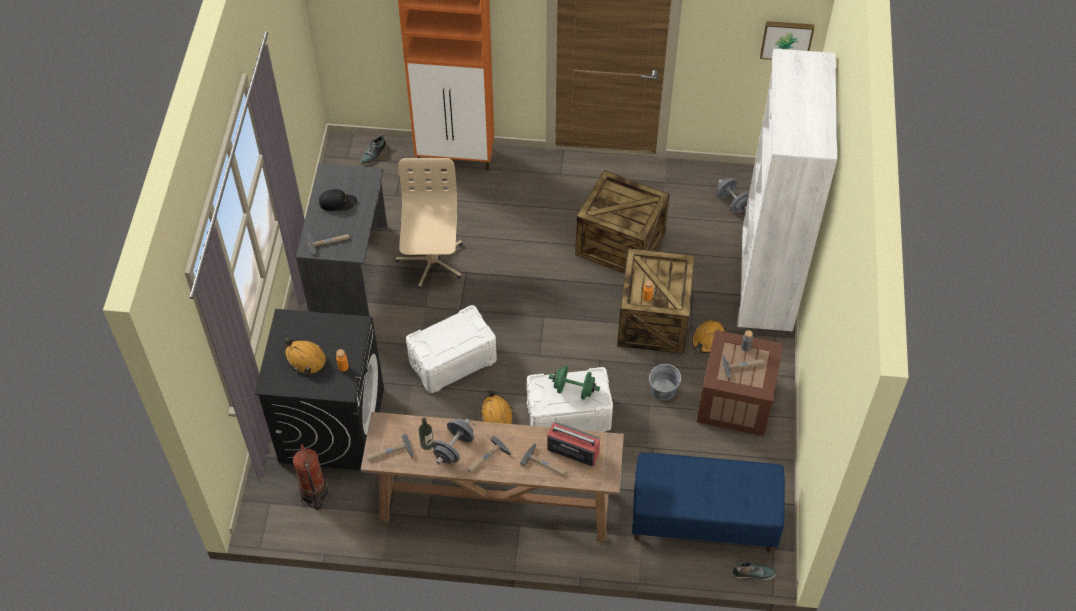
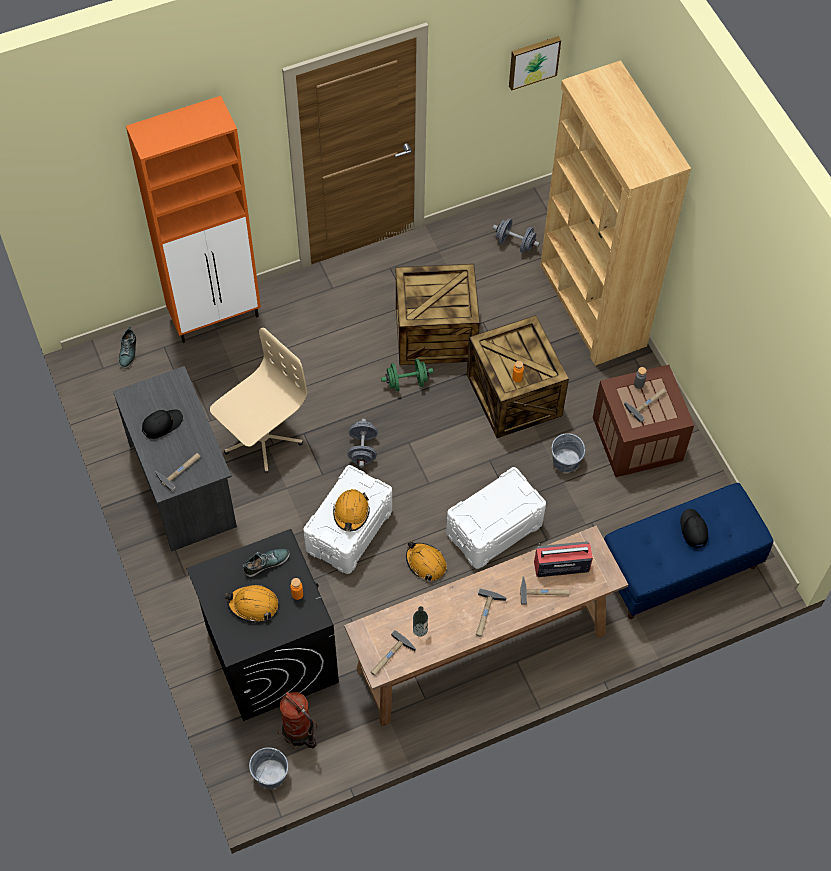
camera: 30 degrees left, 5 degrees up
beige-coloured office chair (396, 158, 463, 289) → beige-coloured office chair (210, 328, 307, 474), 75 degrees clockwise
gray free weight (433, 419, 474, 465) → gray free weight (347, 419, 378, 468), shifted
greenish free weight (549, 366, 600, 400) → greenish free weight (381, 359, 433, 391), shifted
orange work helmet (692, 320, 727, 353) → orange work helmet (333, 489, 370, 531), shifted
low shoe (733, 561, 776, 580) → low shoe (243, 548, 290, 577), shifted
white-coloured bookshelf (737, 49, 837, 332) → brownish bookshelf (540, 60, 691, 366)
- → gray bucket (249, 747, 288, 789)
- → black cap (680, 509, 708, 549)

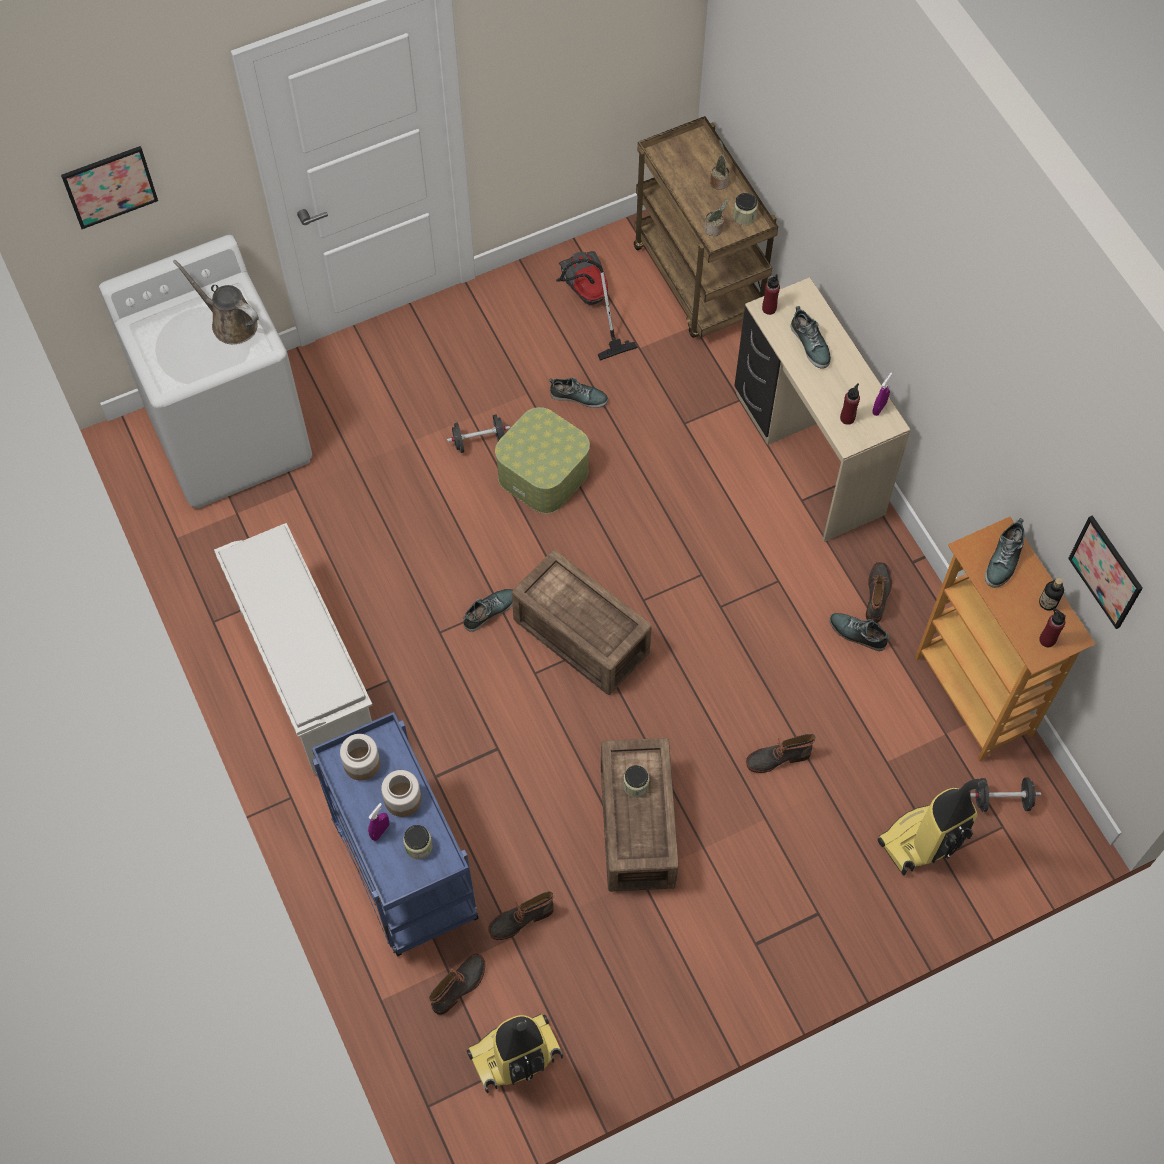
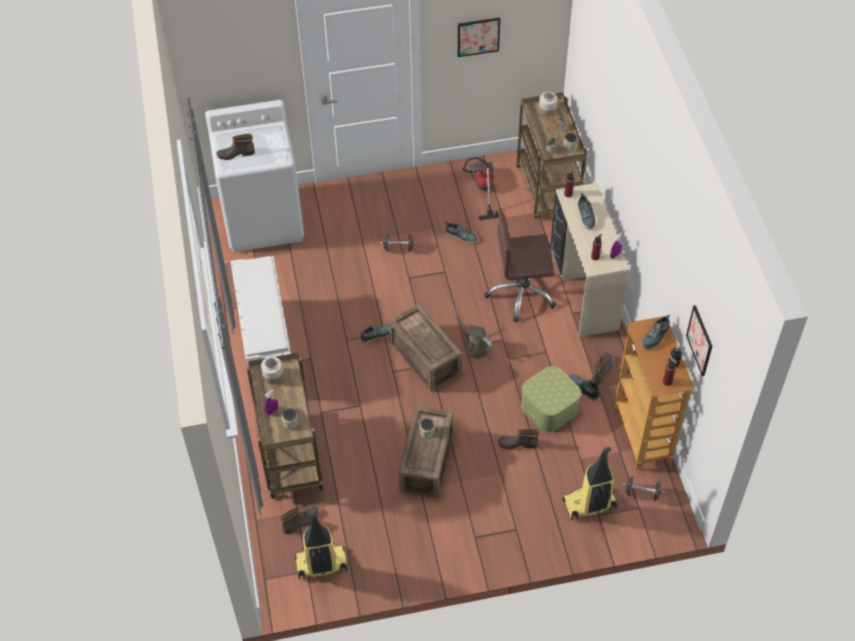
camera: 15 degrees right, 10 degrees down
wall picture (61, 146, 158, 229) → wall picture (458, 17, 500, 57), shifted
brownish watering pot (173, 259, 259, 344) → brownish watering pot (453, 308, 492, 359), shifted
blue cart (312, 712, 479, 957) → brownish cart (247, 353, 323, 499)
jar (381, 770, 422, 817) → jar (539, 92, 558, 116), shifted
tall boot (488, 891, 554, 940) → tall boot (217, 134, 255, 160), shifted
storage box (495, 407, 590, 514) → storage box (521, 366, 581, 432), shifted
- → brownish office chair (484, 210, 556, 322)

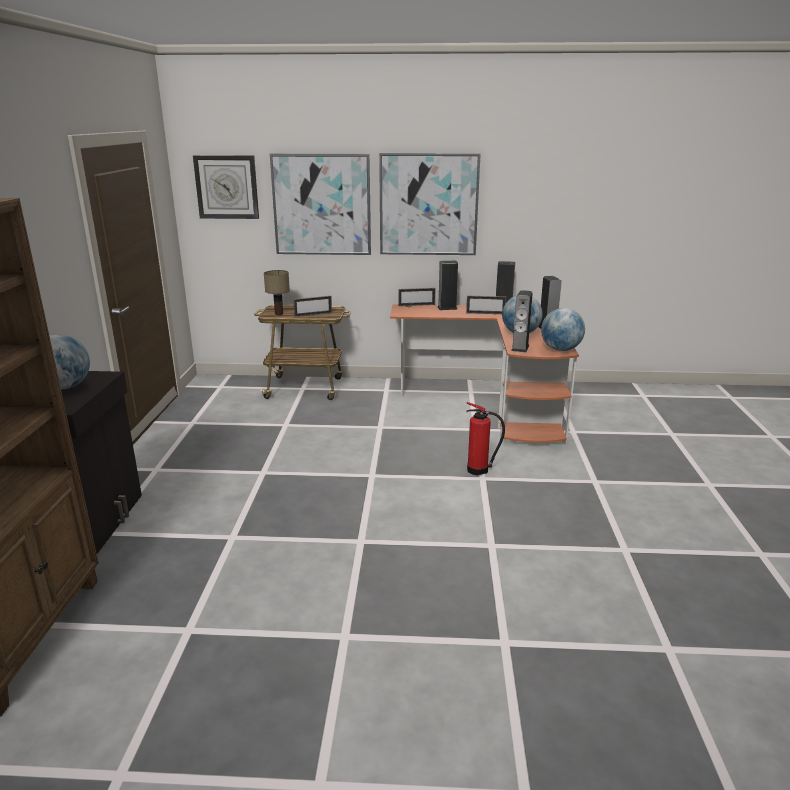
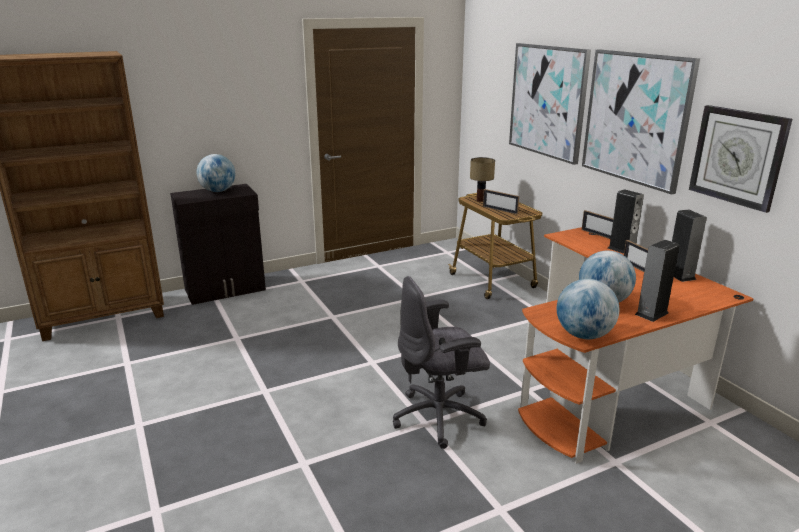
camera: 60 degrees right, 0 degrees up
hanging clock (193, 155, 259, 219) → hanging clock (689, 105, 792, 213), shifted
fire extinguisher (466, 402, 505, 475) → gray office chair (393, 276, 490, 449)
loudspeaker (511, 290, 533, 352) → -

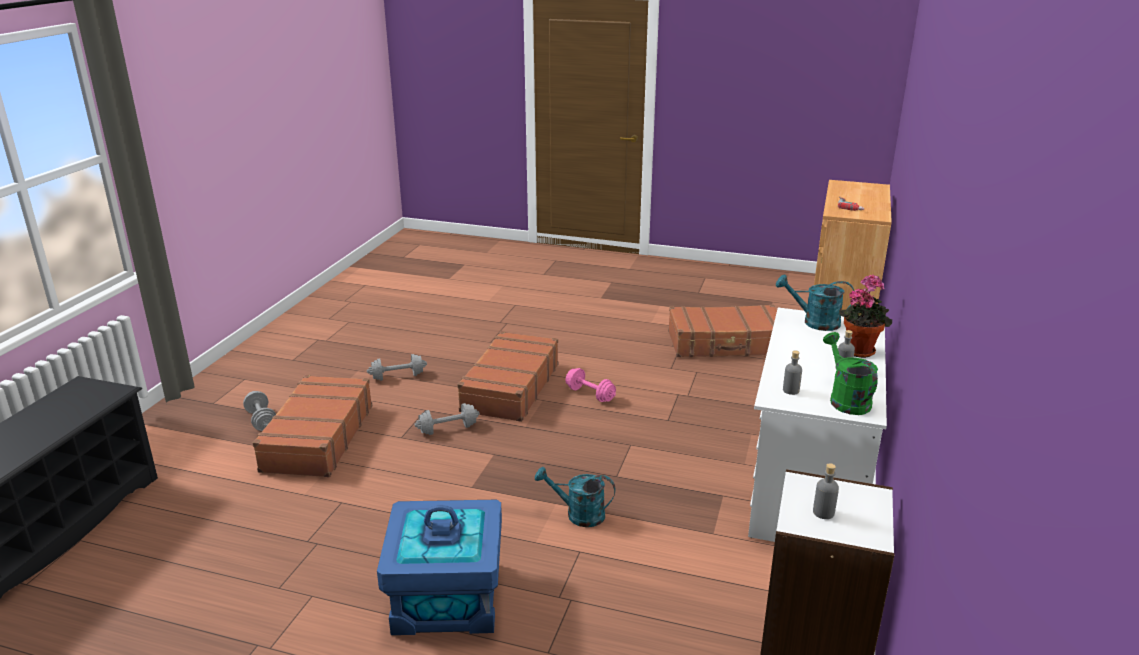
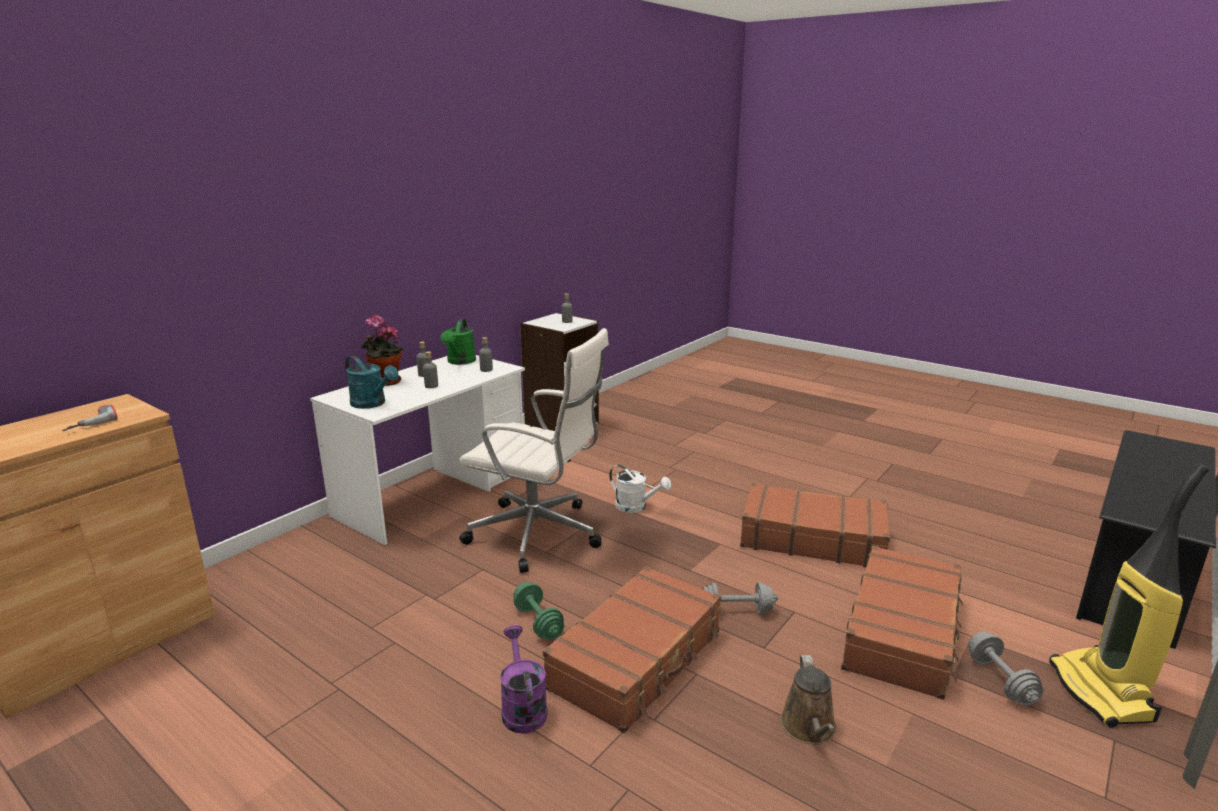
camera: 160 degrees left, 5 degrees down
gray free weight (367, 354, 427, 381) → brownish watering pot (780, 655, 836, 745)
blue storage box (377, 500, 502, 635) → -
blue-green watering pot (535, 467, 615, 527) → white-coloured watering pot (609, 464, 671, 513)
pink-coloured free weight (565, 368, 616, 402) → greenish free weight (514, 582, 564, 640)
brownish travel case (668, 305, 777, 357) → brownish travel case (740, 483, 890, 567), shifted
- → gray bottle (423, 351, 438, 388)
- → white-coloured office chair (459, 328, 609, 573)
- → purple watering pot (500, 625, 548, 734)
- → vacuum cleaner (1049, 463, 1210, 728)

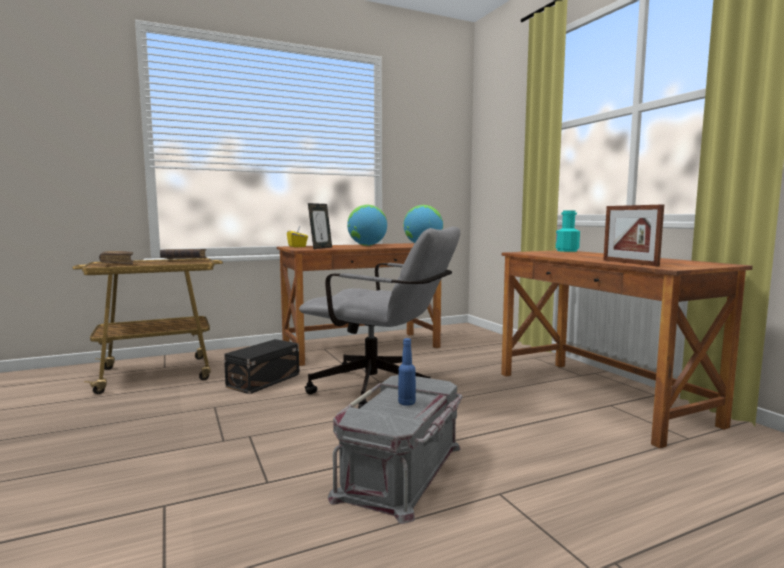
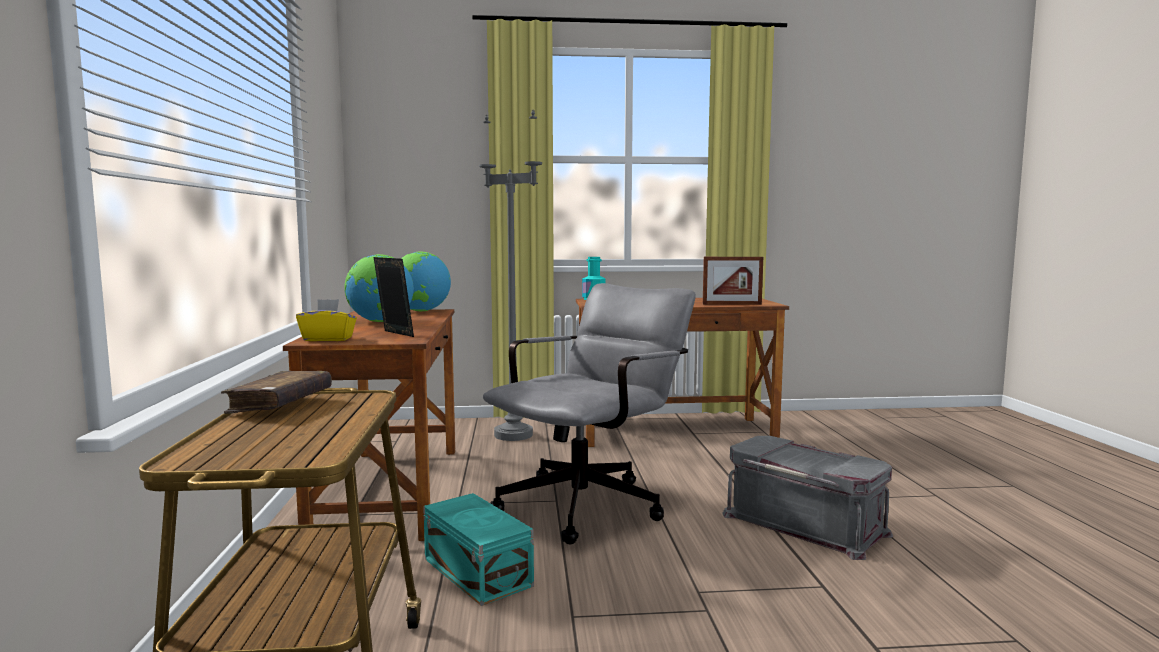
camera: 70 degrees left, 0 degrees up
brownish book (99, 251, 133, 265) → -
black storage box (224, 339, 299, 394) → blue-green storage box (423, 493, 534, 606)
blue bottle (398, 338, 416, 406) → -
- → gray floor lamp (479, 110, 542, 441)

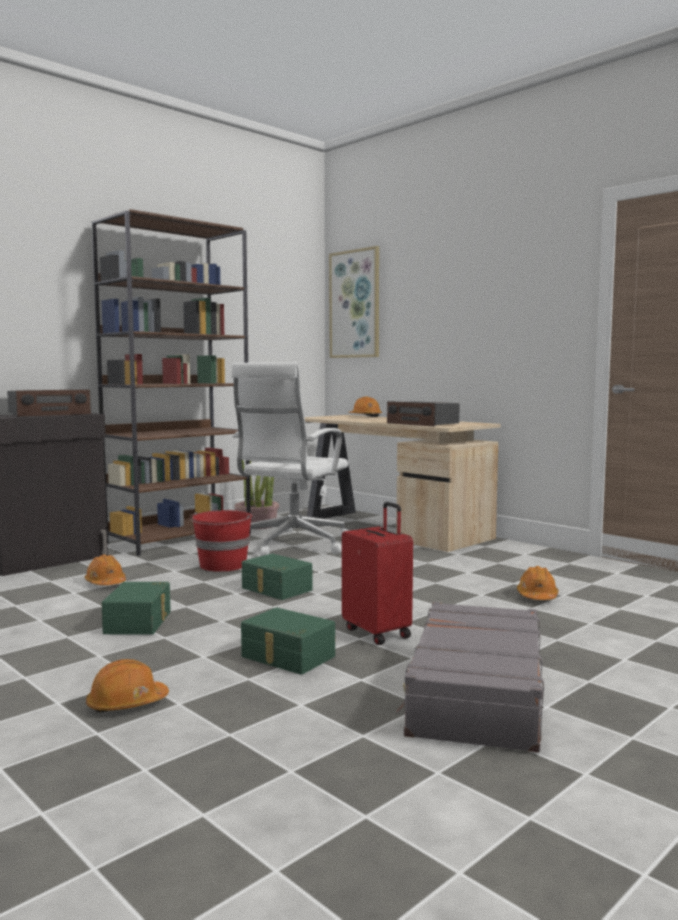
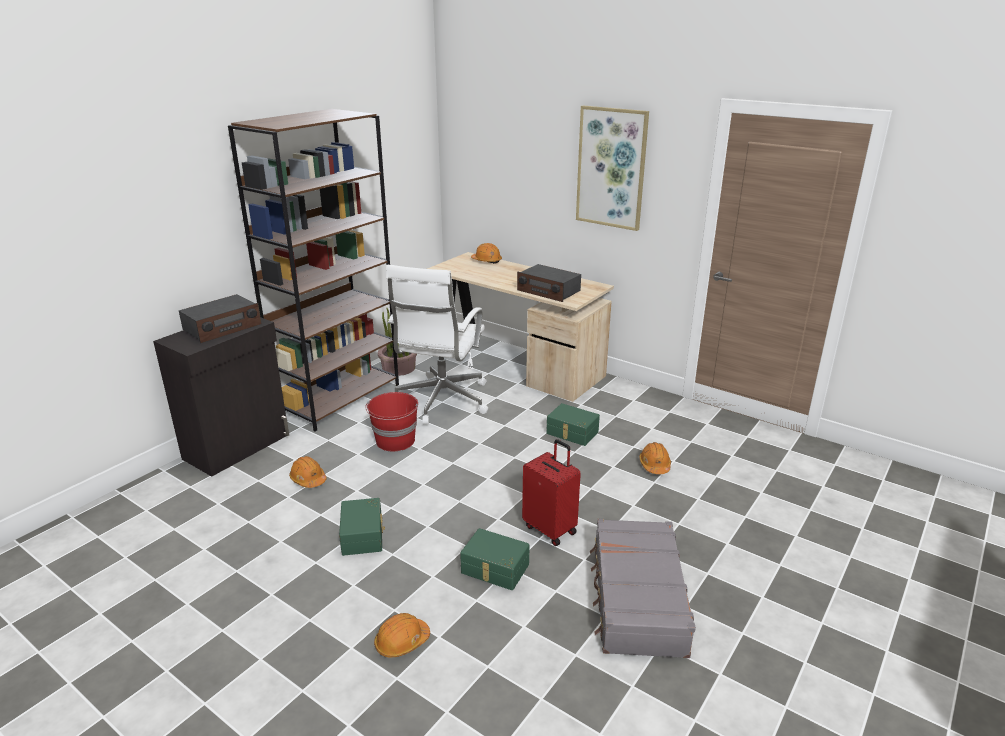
camera: 10 degrees left, 20 degrees up
greenish storage box (242, 554, 312, 600) → greenish storage box (546, 403, 600, 446), shifted
wall picture (329, 246, 379, 358) → wall picture (576, 106, 649, 231), shifted

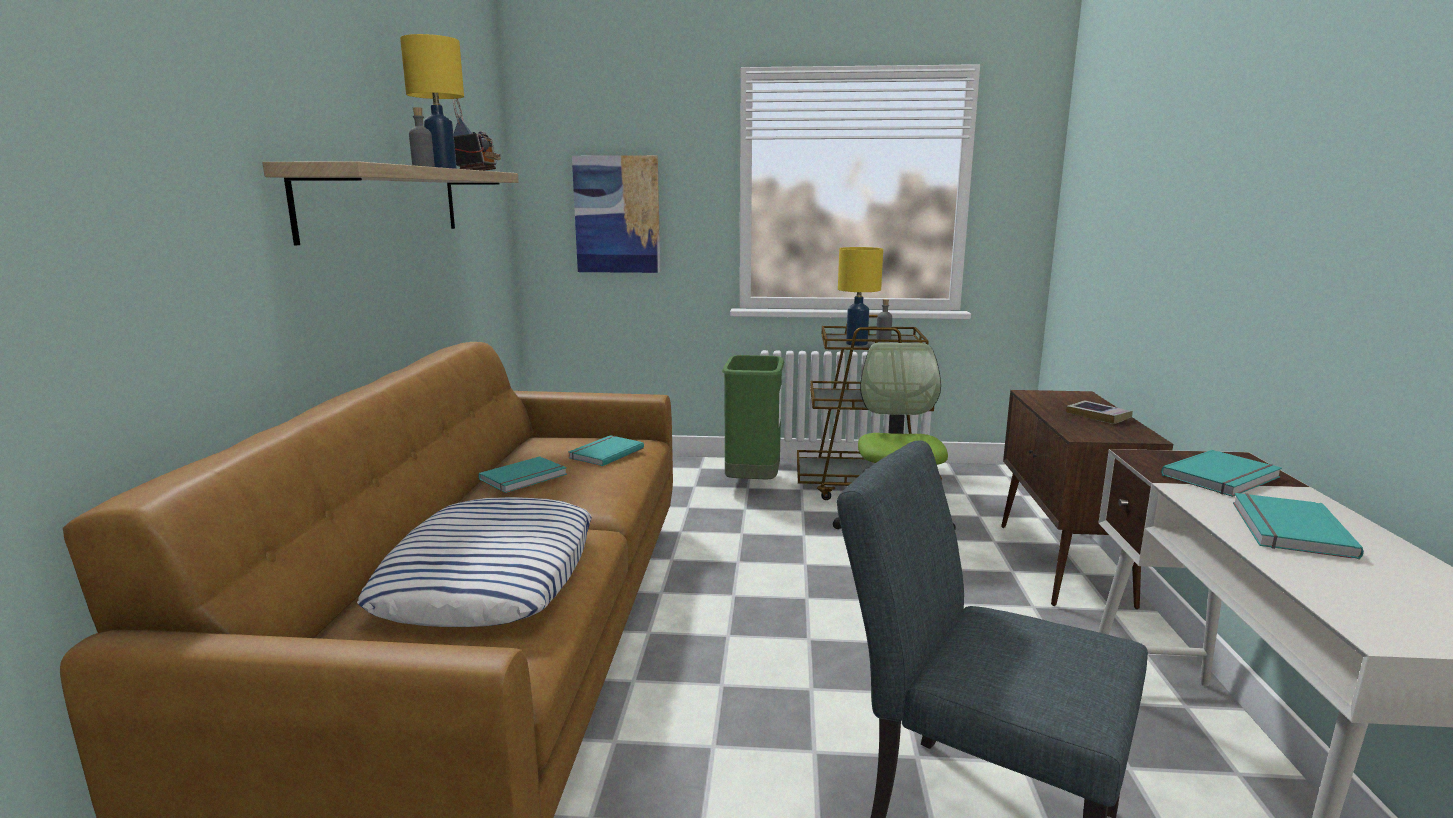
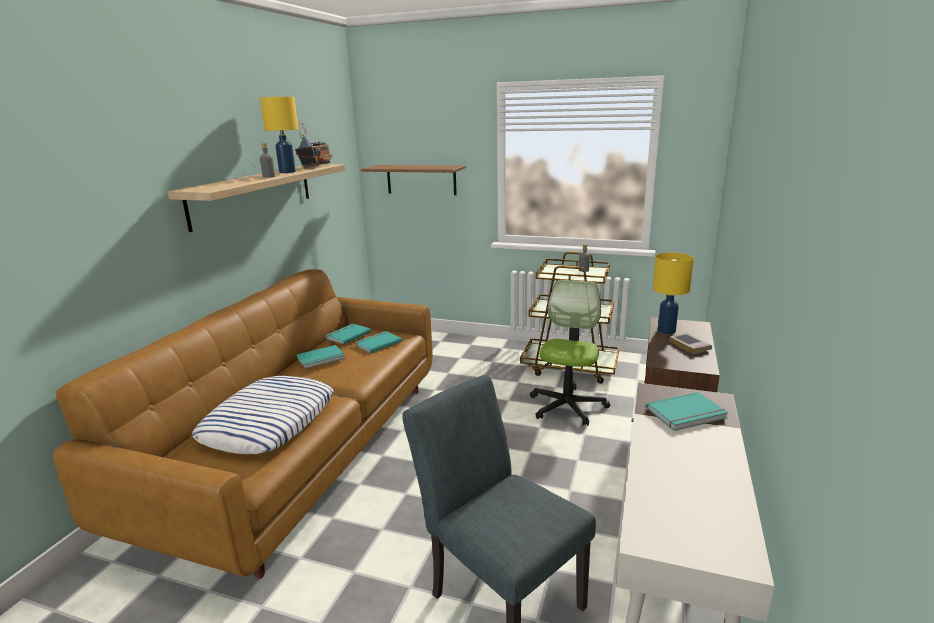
camera: 15 degrees right, 5 degrees up
wall picture (572, 155, 660, 273) → bracket shelf (361, 165, 466, 195)
greenish rubbish bin (722, 355, 784, 480) → -
yellow table lamp (838, 247, 883, 346) → yellow table lamp (653, 253, 694, 334), shifted
blue-green book (1233, 493, 1364, 559) → blue-green book (325, 324, 371, 345), shifted

